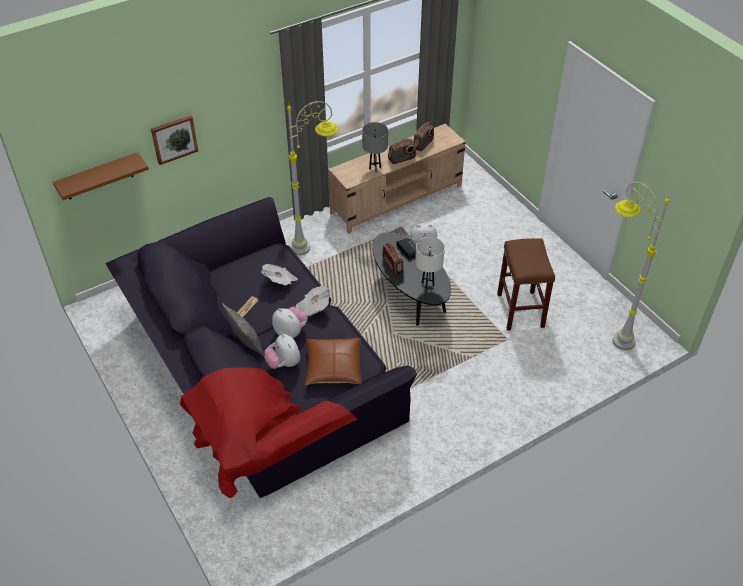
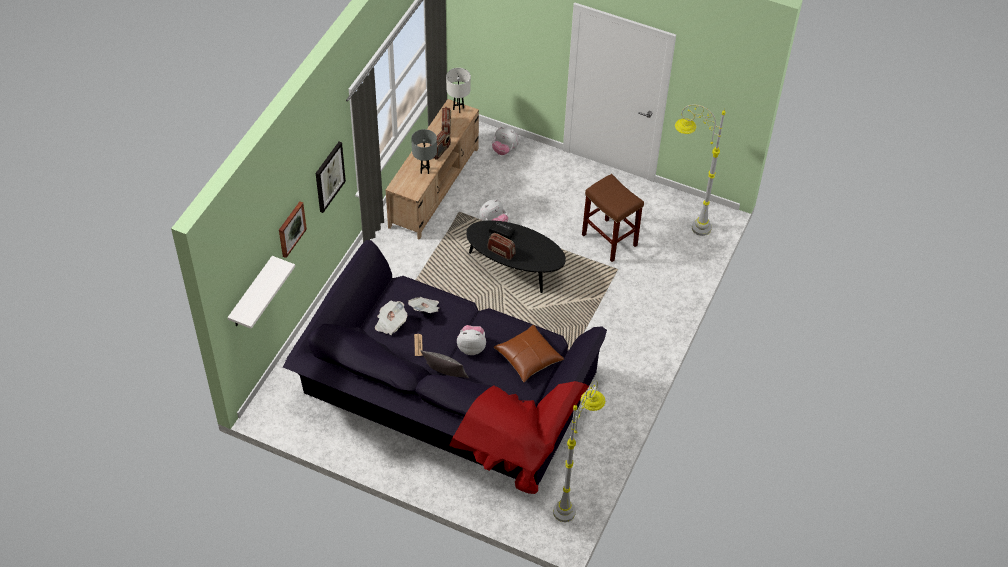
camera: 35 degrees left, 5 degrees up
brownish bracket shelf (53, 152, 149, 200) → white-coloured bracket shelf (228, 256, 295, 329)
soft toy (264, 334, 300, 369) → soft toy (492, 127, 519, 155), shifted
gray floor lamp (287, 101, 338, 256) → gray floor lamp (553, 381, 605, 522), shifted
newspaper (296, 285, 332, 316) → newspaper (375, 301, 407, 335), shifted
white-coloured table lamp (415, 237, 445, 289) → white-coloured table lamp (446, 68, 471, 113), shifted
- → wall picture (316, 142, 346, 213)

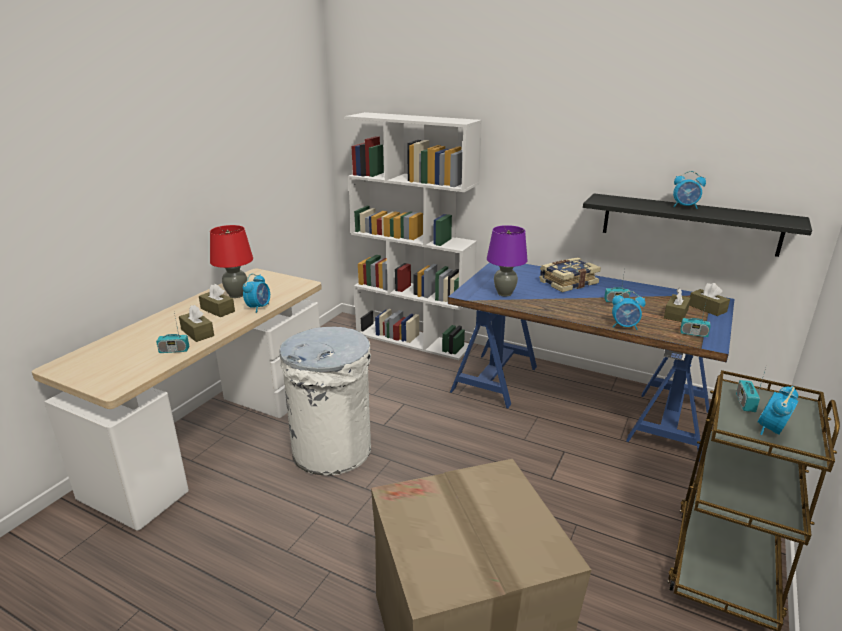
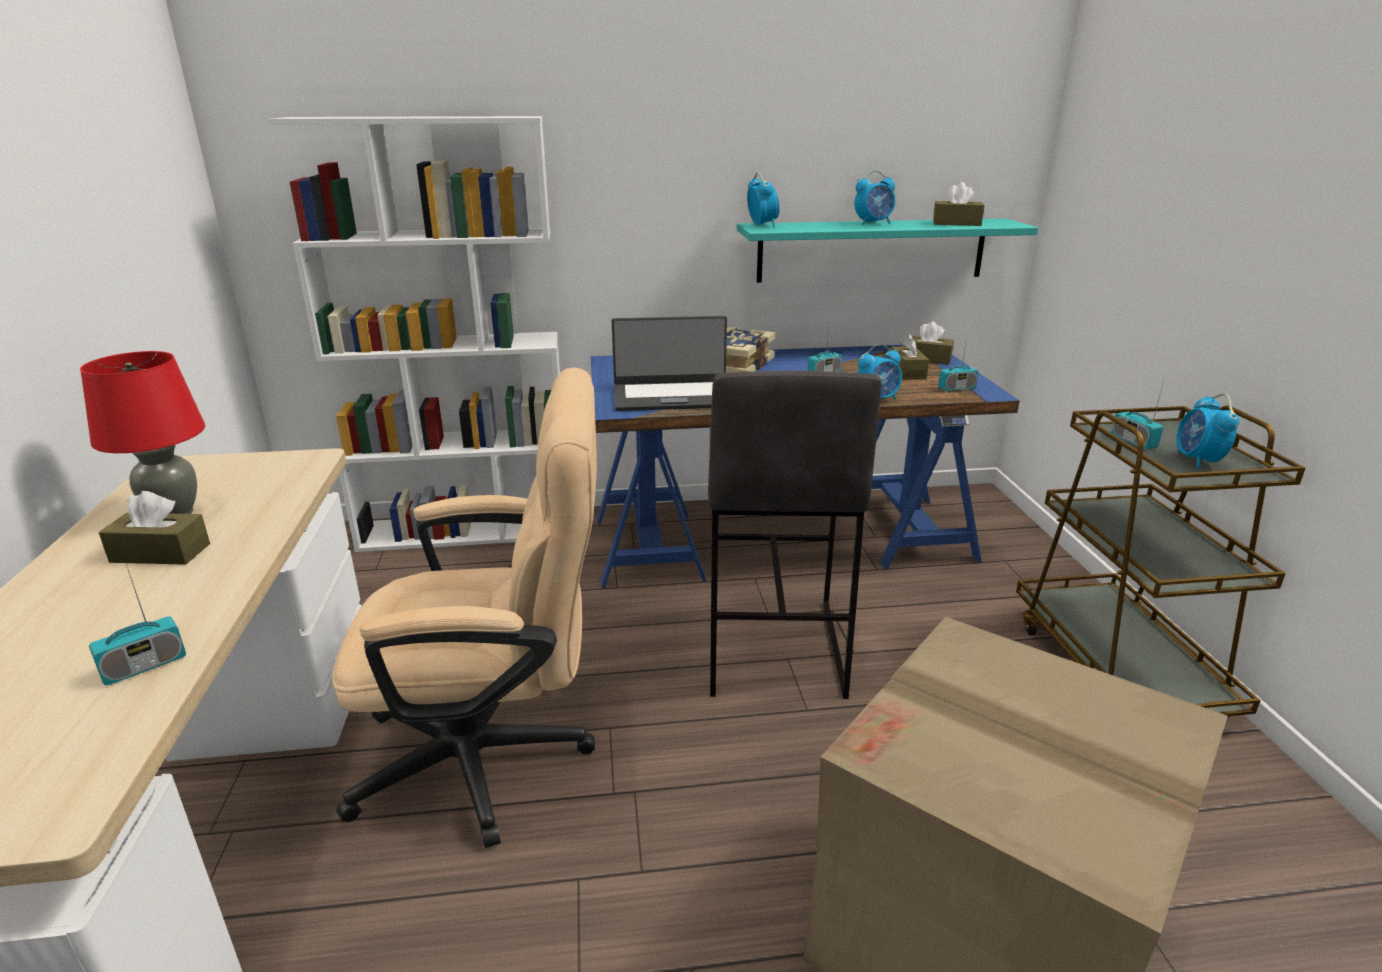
camera: 35 degrees left, 0 degrees up
brownish box of tissues (179, 305, 214, 342) → brownish box of tissues (933, 182, 985, 226), shifted
bedside clock (243, 274, 270, 313) → bedside clock (747, 172, 779, 228), shifted
white-coloured rubbish bin (279, 327, 371, 475) → beige-coloured office chair (332, 367, 597, 848)
purple table lamp (487, 225, 528, 297) → laptop (612, 316, 727, 411)
black bracket shelf (583, 193, 812, 257) → blue-green bracket shelf (737, 218, 1038, 283)
- → gray sitting stool (708, 371, 881, 699)

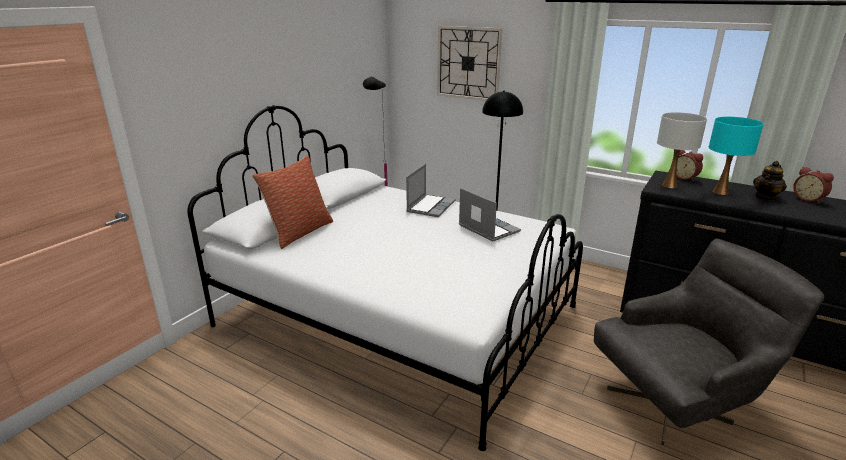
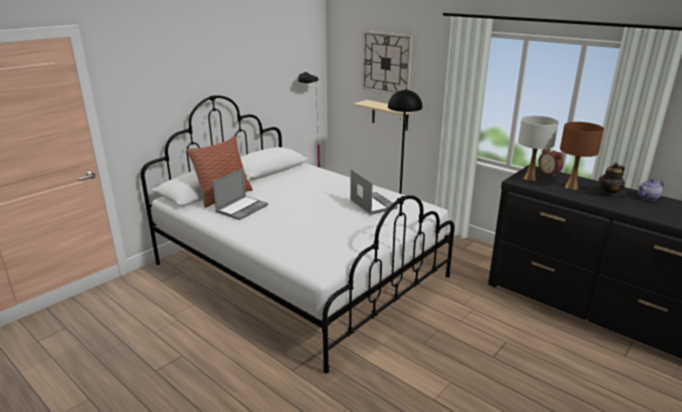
camera: 10 degrees right, 0 degrees up
laptop (406, 164, 456, 217) → laptop (213, 168, 268, 220), shifted
gray lounge chair (594, 238, 824, 445) → -
blue-green table lamp (709, 117, 763, 195) → brownish table lamp (560, 122, 604, 190)
bedside clock (793, 167, 834, 204) → teapot (638, 179, 664, 201)
- → beige-coloured bracket shelf (354, 100, 416, 131)

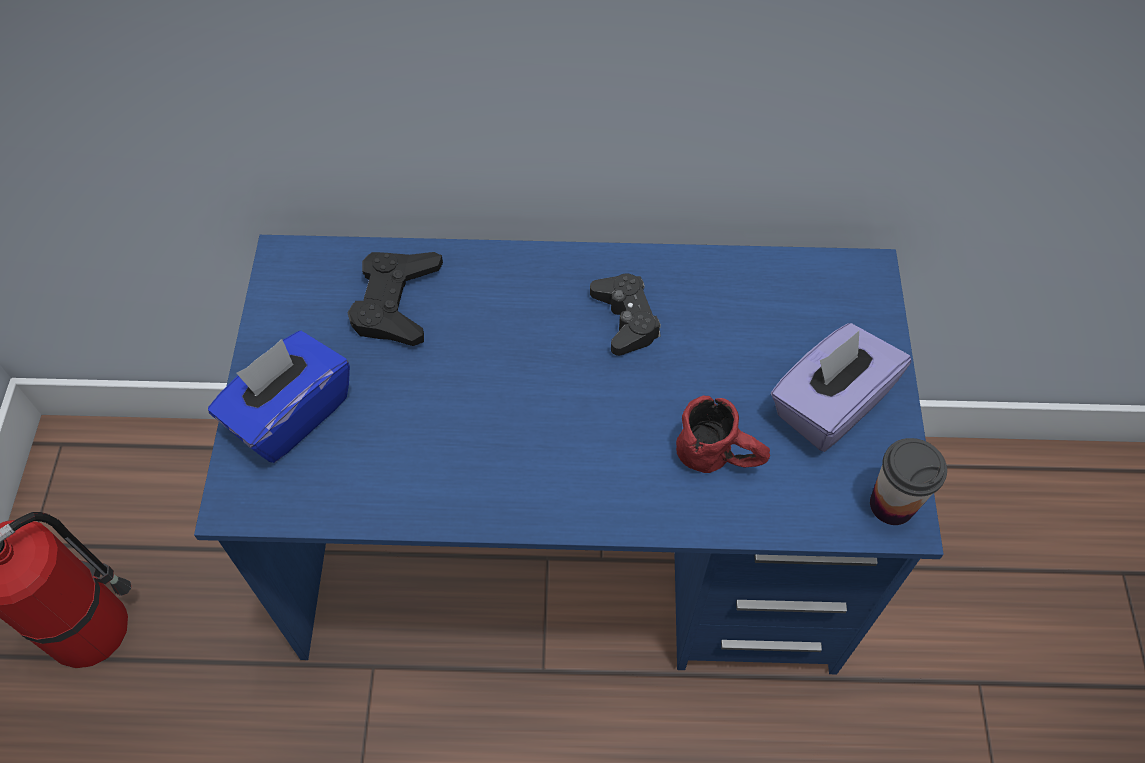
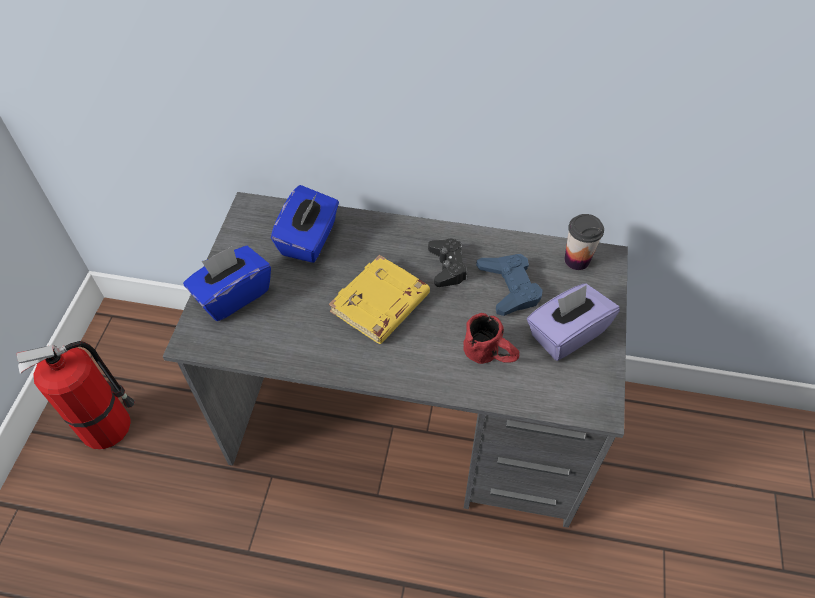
camera: 10 degrees right, 5 degrees down
blue desk (194, 235, 944, 674) → gray desk (163, 192, 628, 528)
black joypad (348, 252, 443, 346) → blue box of tissues (271, 185, 339, 263)
drinking cup (870, 438, 947, 525) → drinking cup (565, 214, 604, 270), shifted
- → yellow book (329, 255, 430, 344)
- → blue joypad (476, 254, 542, 316)

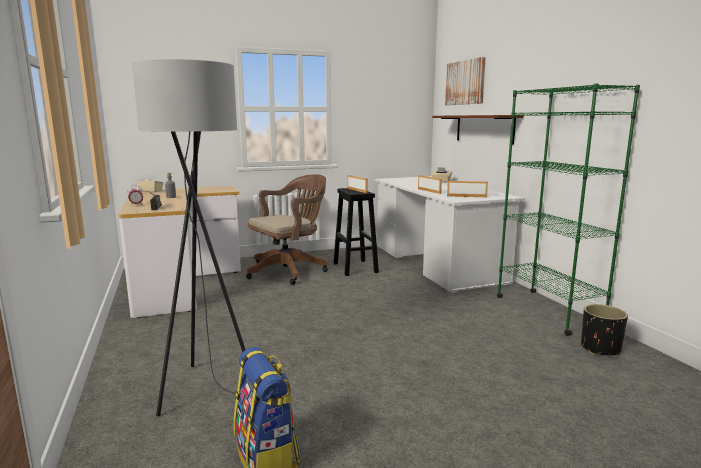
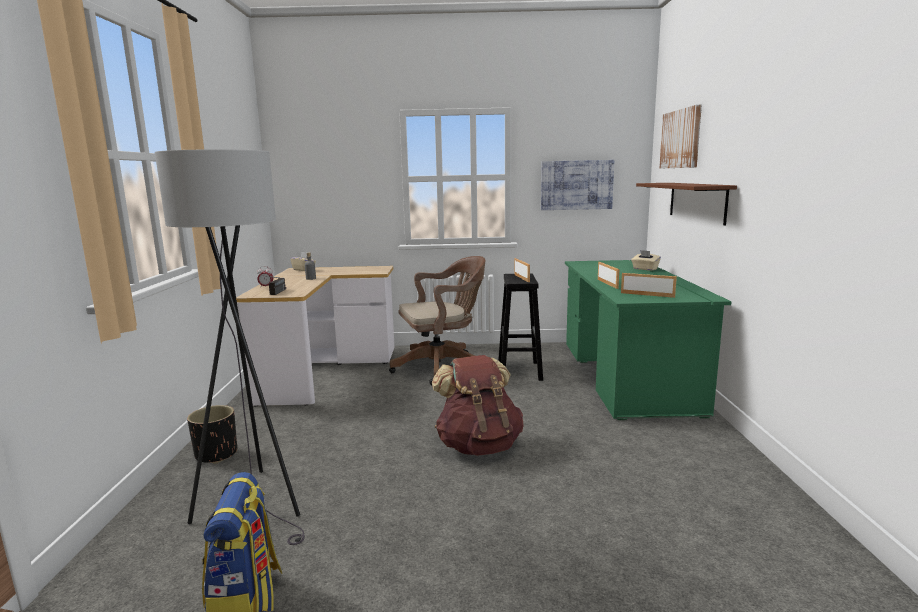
camera: 20 degrees right, 0 degrees up
white-coloured desk (375, 176, 525, 293) → greenish desk (565, 260, 732, 420)
greenish bookshelf (497, 83, 640, 336) → -
black flower pot (581, 304, 628, 355) → black flower pot (187, 405, 237, 464), shifted
- → brownish backpack (432, 355, 524, 456)
- → wall picture (541, 160, 614, 210)

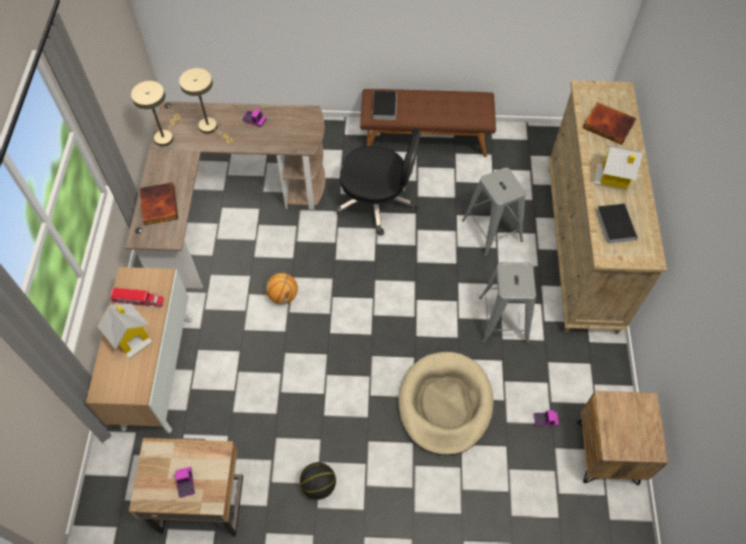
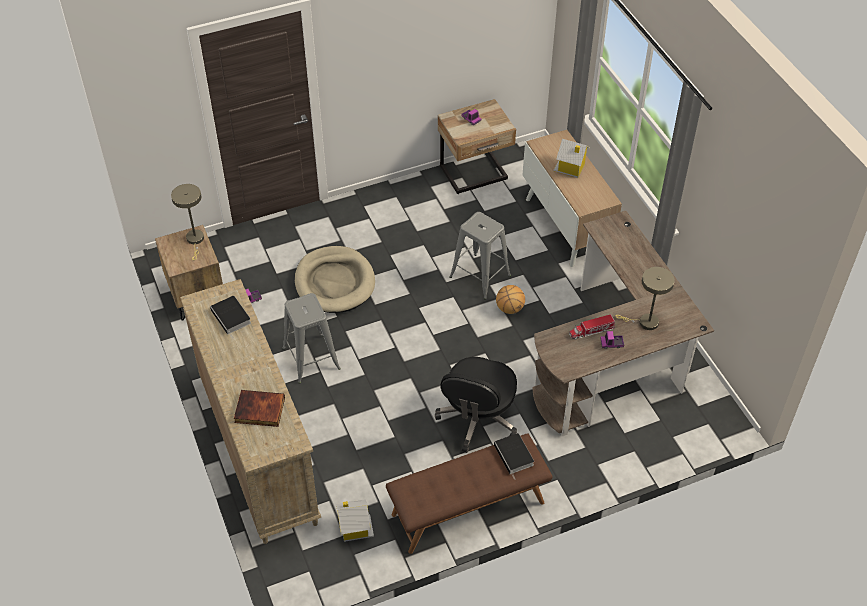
camera: 155 degrees right, 10 degrees down
model truck (110, 287, 164, 308) → model truck (569, 314, 615, 340), shifted
beige-coloured table lamp (131, 81, 180, 147) → beige-coloured table lamp (171, 184, 204, 260), shifted
book (140, 182, 178, 225) → -
basketball ball (300, 462, 336, 500) → -
black office chair (337, 128, 421, 236) → black office chair (435, 357, 517, 453), 60 degrees counterclockwise
gray sitting stool (462, 167, 526, 257) → gray sitting stool (450, 212, 511, 299), shifted
toy house (594, 145, 643, 191) → toy house (336, 499, 374, 542), shifted

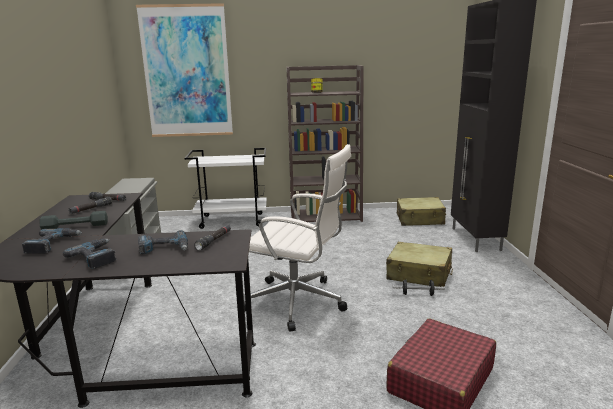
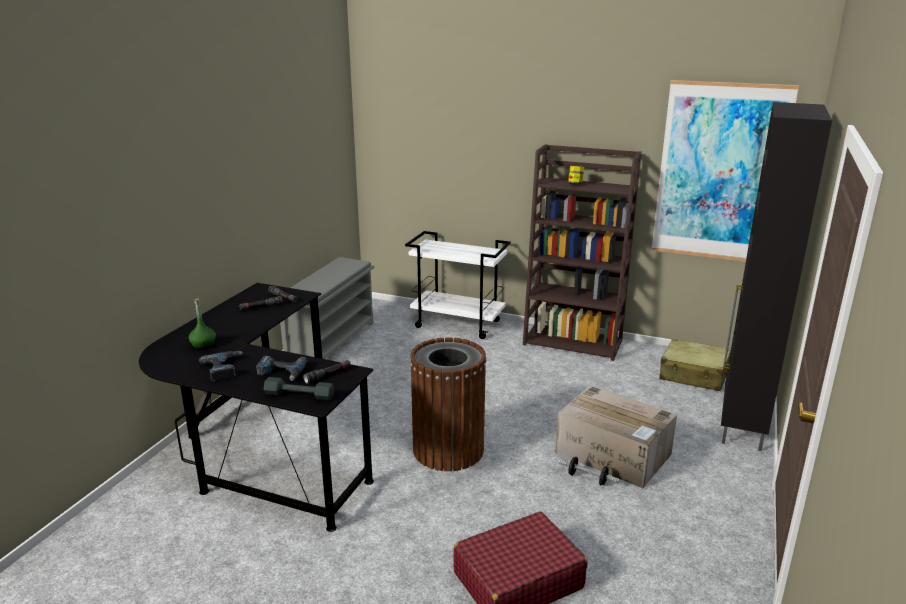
camera: 25 degrees right, 5 degrees up
power drill (22, 228, 82, 254) → greenish bottle (189, 298, 216, 349)
gray free weight (40, 211, 108, 230) → gray free weight (264, 377, 334, 401), shifted
wall picture (136, 3, 233, 137) → wall picture (651, 80, 799, 262), shifted
white-coloured office chair (244, 144, 351, 332) → brownish rubbish bin (410, 337, 487, 471)
beige-coloured travel case (386, 242, 453, 287) → packing box (555, 385, 677, 489)

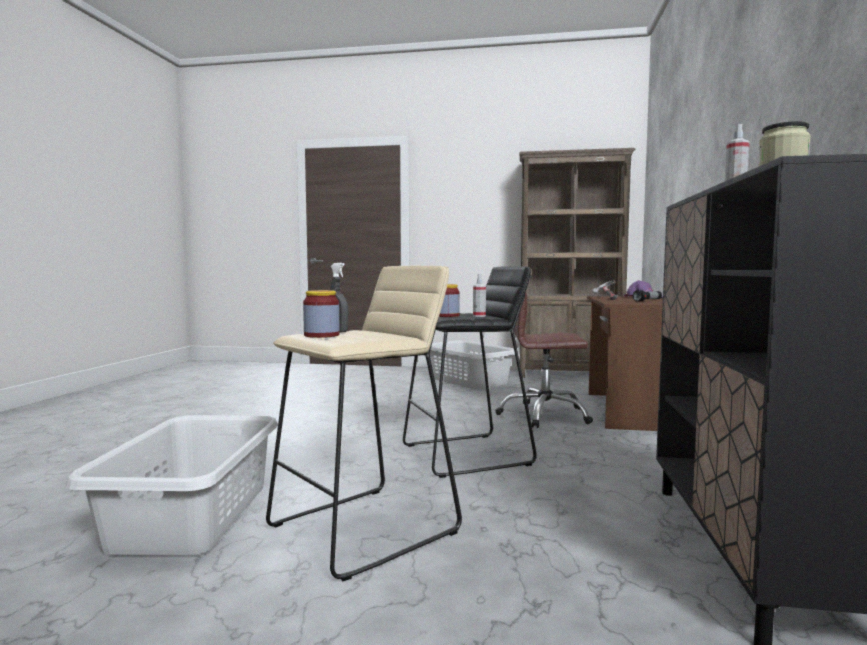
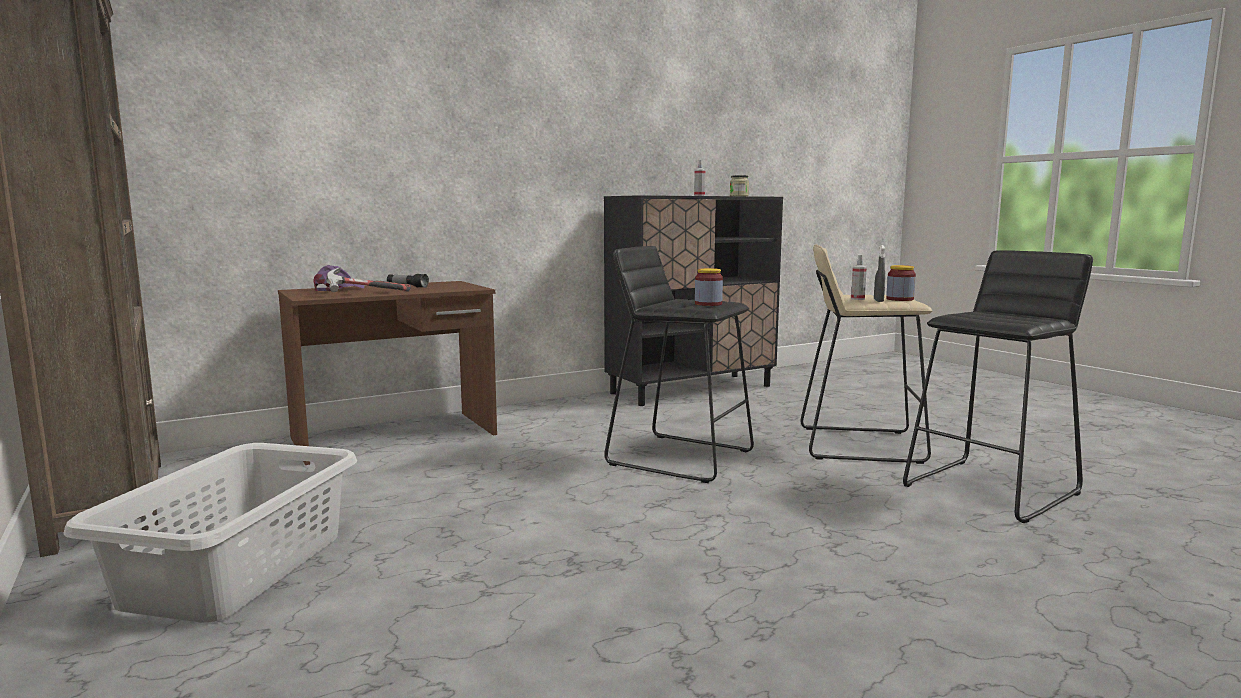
camera: 130 degrees left, 5 degrees up
gray laundry basket (66, 415, 278, 556) → black sitting stool (903, 250, 1093, 523)
spray bottle (473, 274, 486, 317) → spray bottle (851, 255, 867, 300), shifted
brownish office chair (495, 292, 593, 428) → -

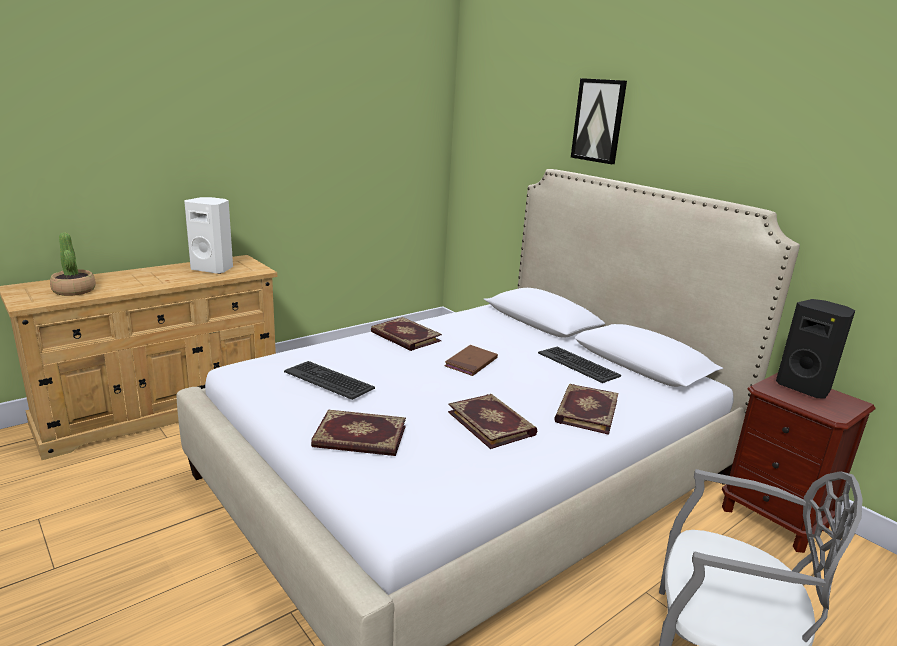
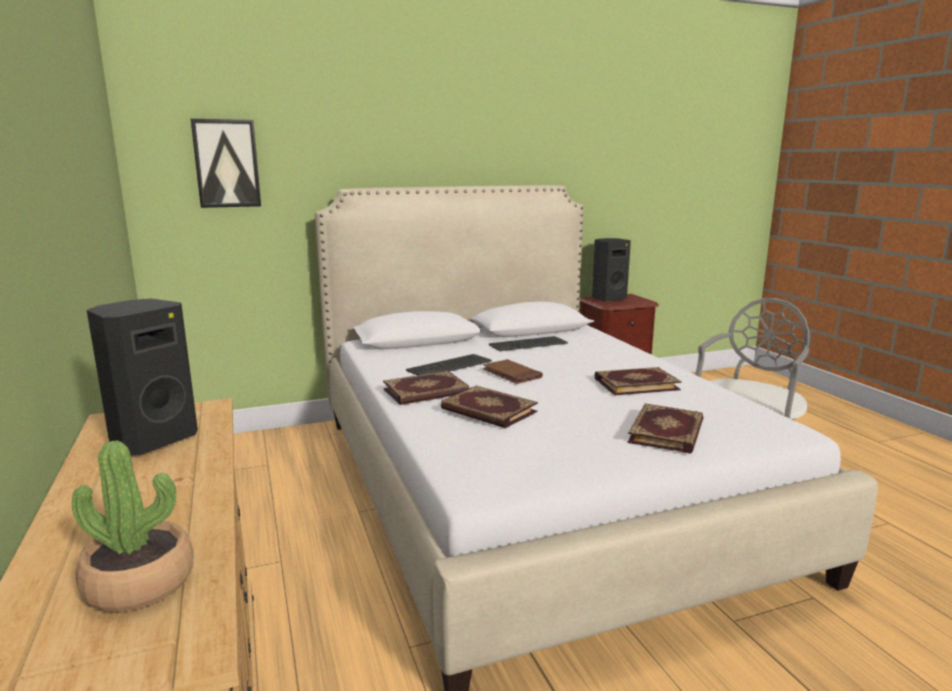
camera: 70 degrees left, 5 degrees down
white-coloured loudspeaker (184, 197, 233, 274) → black loudspeaker (87, 299, 198, 456)
PC keyboard (284, 361, 375, 400) → PC keyboard (406, 354, 492, 375), shifted
book (554, 384, 618, 435) → book (441, 386, 538, 428), shifted
wall picture (571, 78, 627, 164) → wall picture (191, 119, 261, 208), shifted

